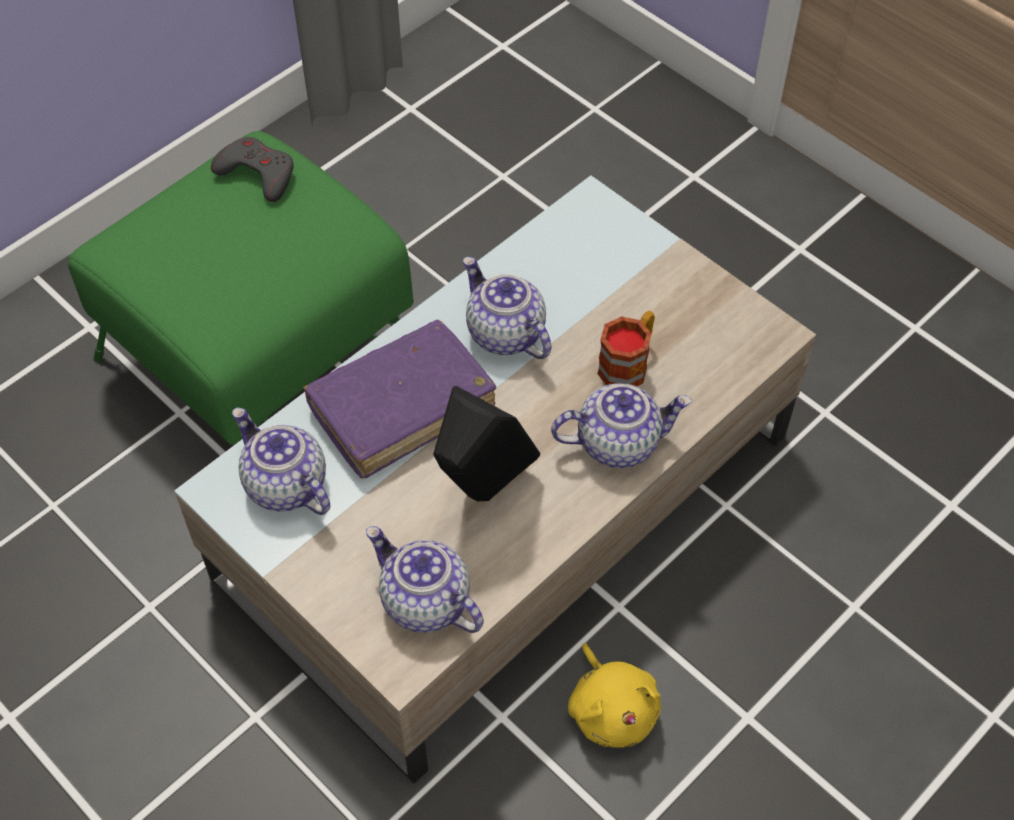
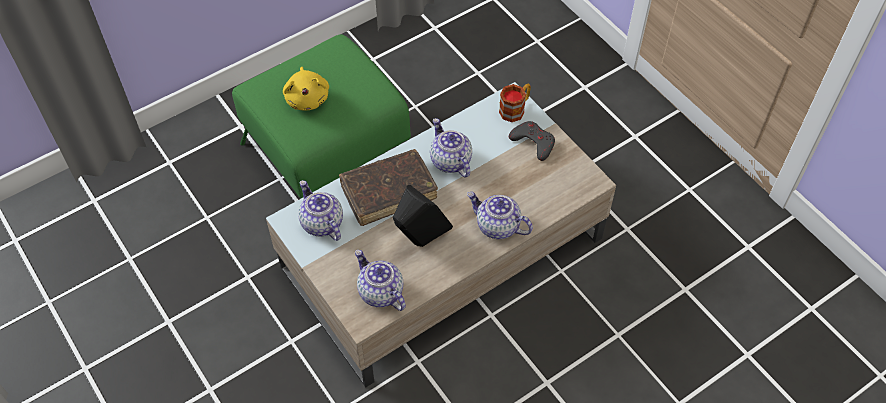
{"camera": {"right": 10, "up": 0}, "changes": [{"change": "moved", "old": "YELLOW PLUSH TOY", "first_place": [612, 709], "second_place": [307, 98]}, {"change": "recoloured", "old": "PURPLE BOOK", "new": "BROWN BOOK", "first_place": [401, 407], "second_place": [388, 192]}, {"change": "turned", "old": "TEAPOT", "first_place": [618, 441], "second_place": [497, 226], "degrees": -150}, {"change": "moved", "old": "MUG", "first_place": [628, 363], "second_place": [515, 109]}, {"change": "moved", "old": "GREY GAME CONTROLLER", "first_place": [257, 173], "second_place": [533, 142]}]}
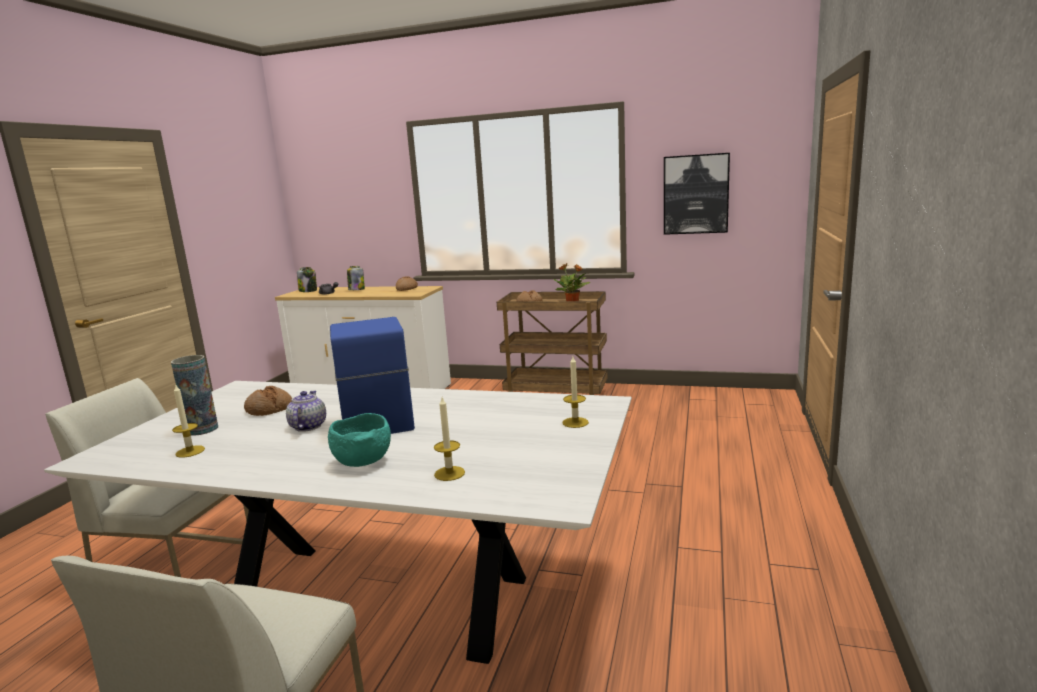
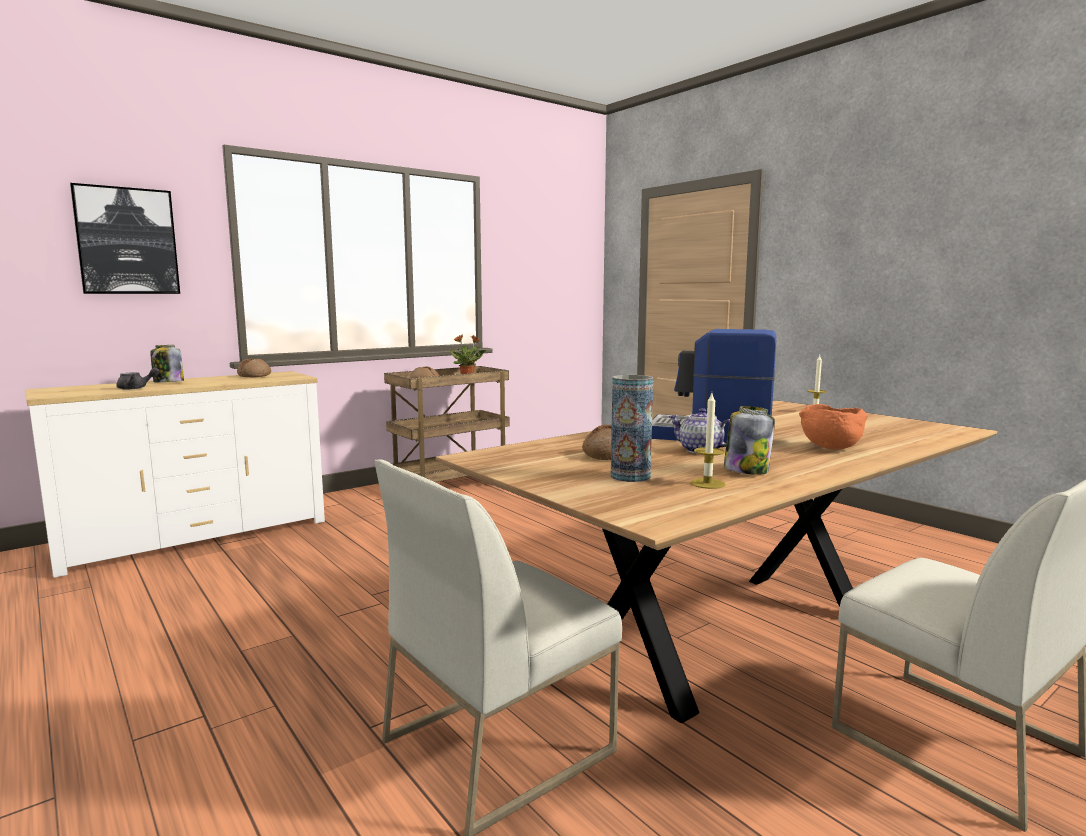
{"camera": {"right": -55, "up": -5}, "changes": [{"change": "moved", "old": "PICTURE", "first_place": [695, 194], "second_place": [127, 241]}, {"change": "recoloured", "old": "WHITE DINING TABLE", "new": "BROWN DINING TABLE", "first_place": [382, 598], "second_place": [730, 635]}, {"change": "moved", "old": "JAR", "first_place": [308, 291], "second_place": [746, 470]}, {"change": "recoloured", "old": "TURQUOISE BOWL", "new": "ORANGE BOWL", "first_place": [363, 461], "second_place": [829, 448]}, {"change": "removed", "old": "CANDLE", "first_place": [449, 473]}]}
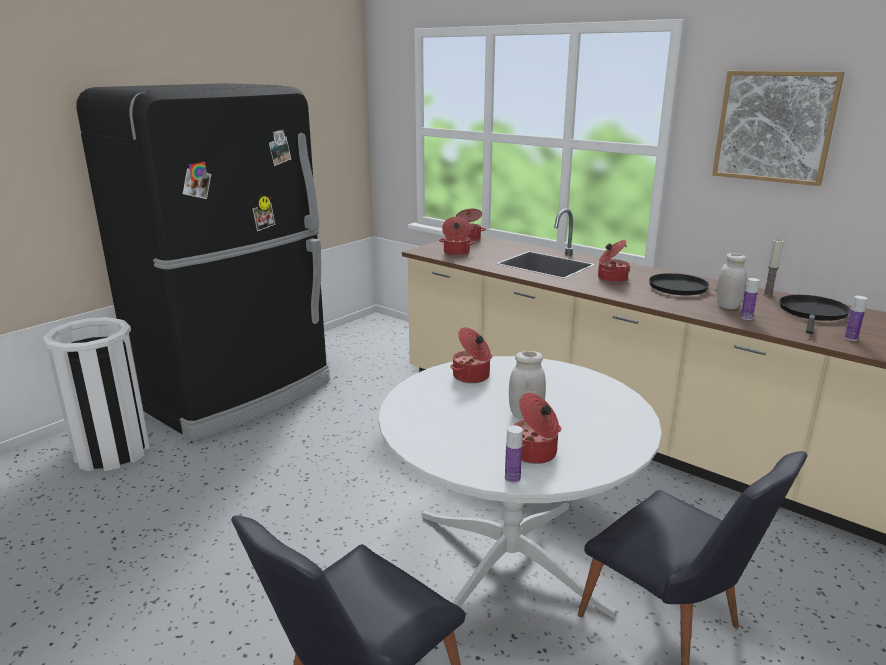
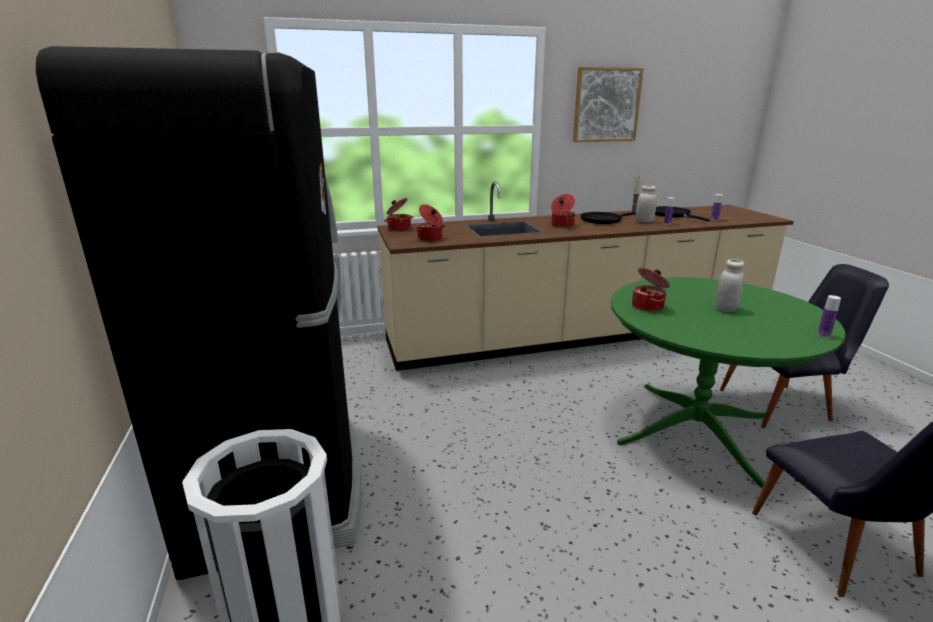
{"camera": {"right": -55, "up": 0}, "changes": [{"change": "recoloured", "old": "WHITE DINING TABLE", "new": "GREEN DINING TABLE", "first_place": [510, 561], "second_place": [696, 429]}, {"change": "removed", "old": "COOKING POT", "first_place": [534, 453]}]}
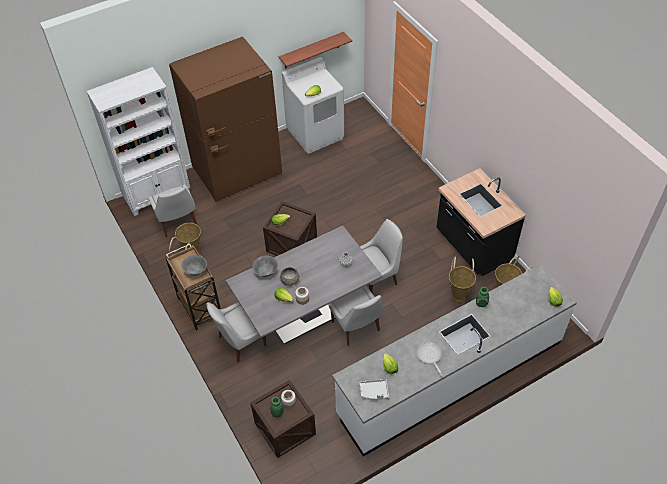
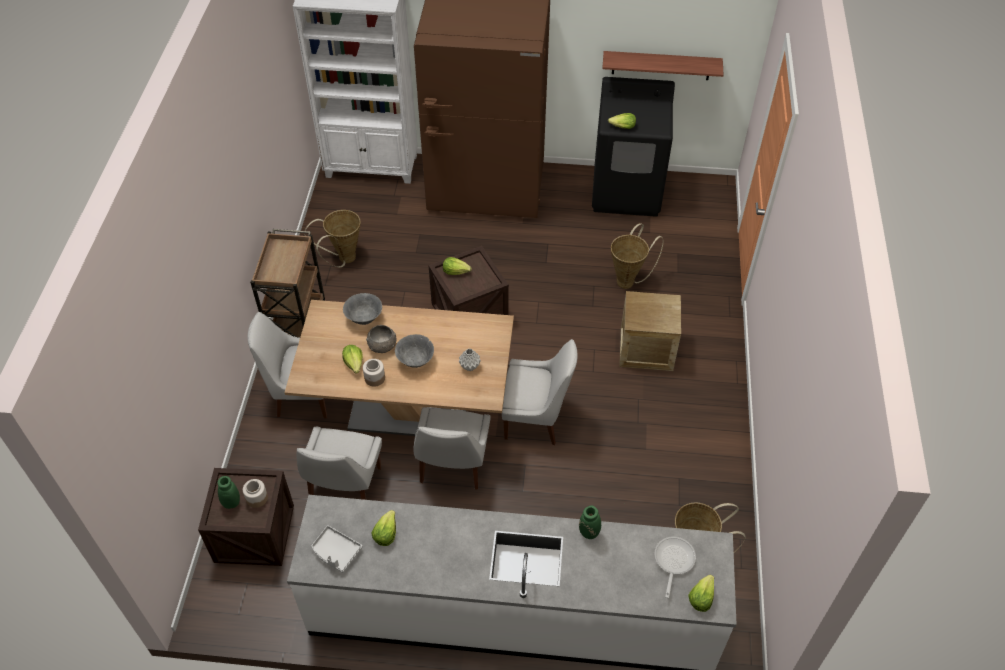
{"camera": {"right": 35, "up": 0}, "changes": [{"change": "recoloured", "old": "GREY DINING TABLE", "new": "BROWN DINING TABLE", "first_place": [307, 313], "second_place": [409, 409]}, {"change": "moved", "old": "WHITE CHAIR", "first_place": [177, 222], "second_place": [344, 487]}, {"change": "moved", "old": "GREY BOWL", "first_place": [195, 271], "second_place": [415, 361]}, {"change": "recoloured", "old": "WHITE WASHING MACHINE", "new": "BLACK WASHING MACHINE", "first_place": [315, 133], "second_place": [627, 191]}, {"change": "moved", "old": "BASKET", "first_place": [459, 295], "second_place": [628, 280]}, {"change": "added", "new": "CRATE", "second_place": [646, 349]}, {"change": "moved", "old": "FRYING PAN", "first_place": [429, 356], "second_place": [673, 561]}, {"change": "removed", "old": "BLACK COUNTER", "first_place": [473, 246]}]}
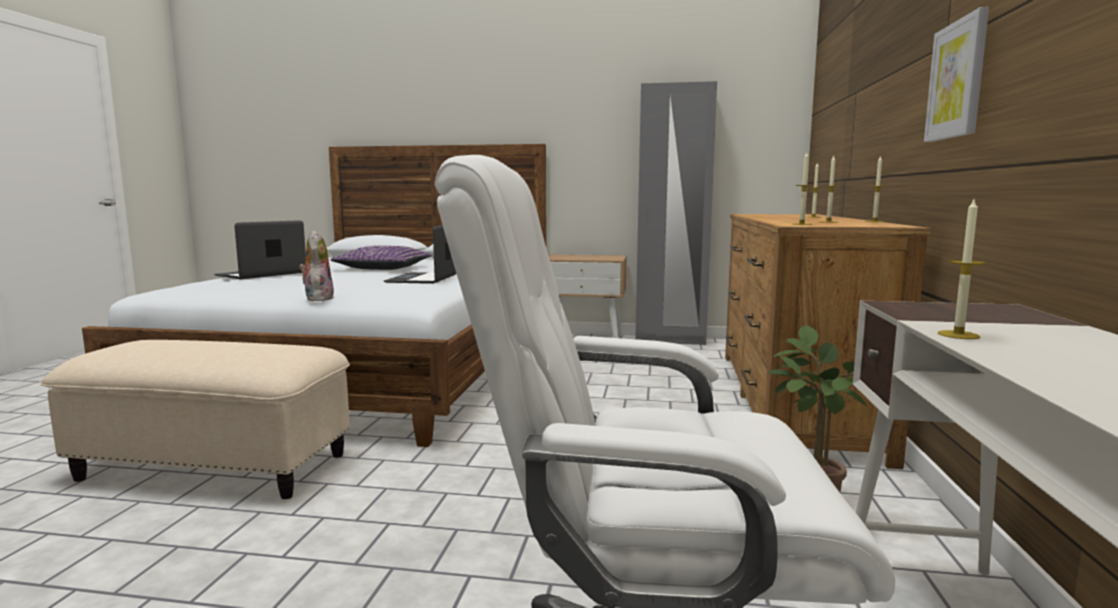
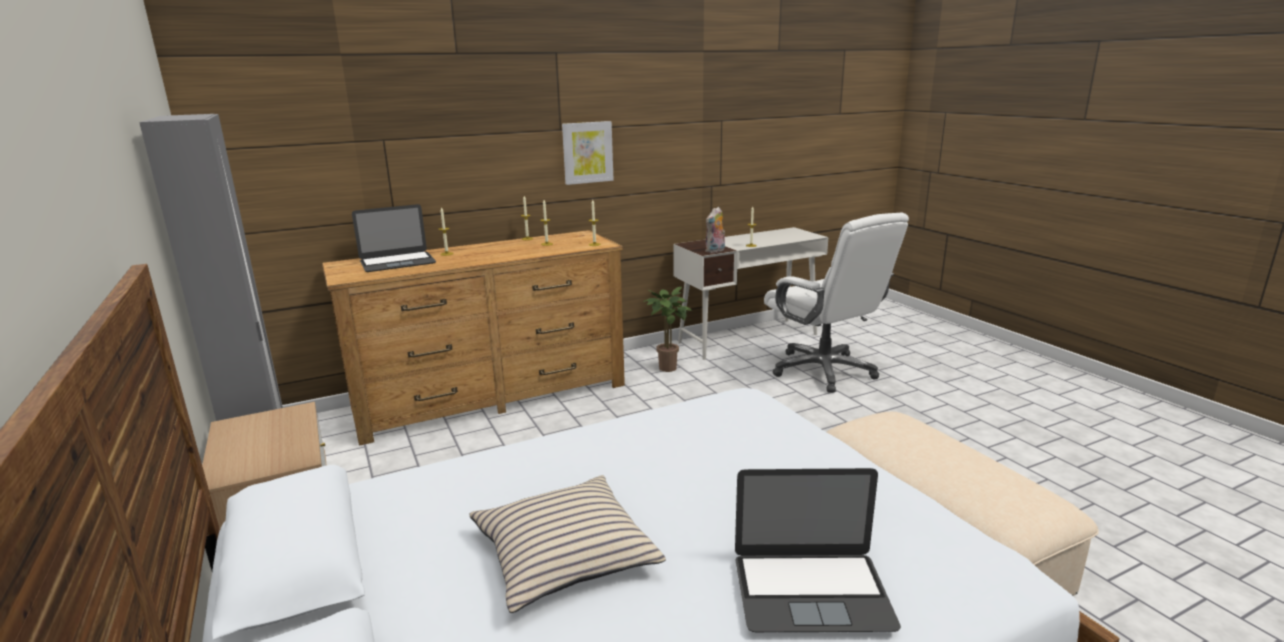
{"camera": {"right": -125, "up": 10}, "changes": [{"change": "moved", "old": "LAPTOP", "first_place": [423, 278], "second_place": [397, 262]}, {"change": "recoloured", "old": "PURPLE PILLOW", "new": "BEIGE PILLOW", "first_place": [384, 268], "second_place": [564, 554]}, {"change": "moved", "old": "PLUSH TOY", "first_place": [318, 298], "second_place": [715, 251]}]}
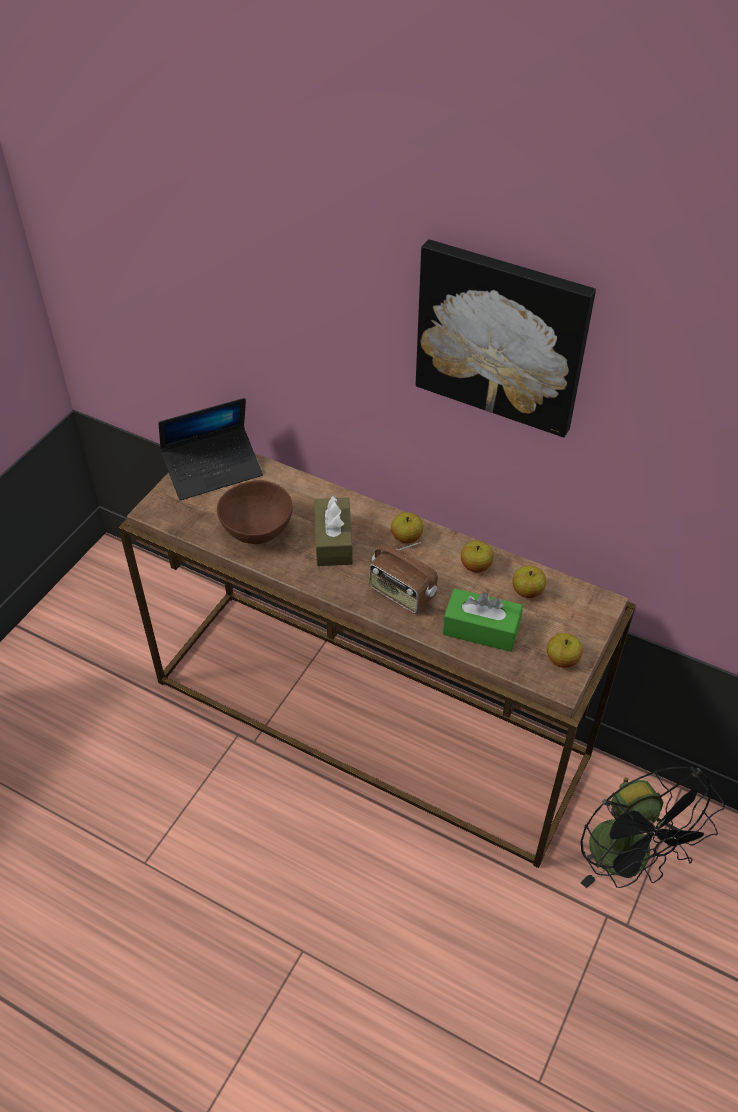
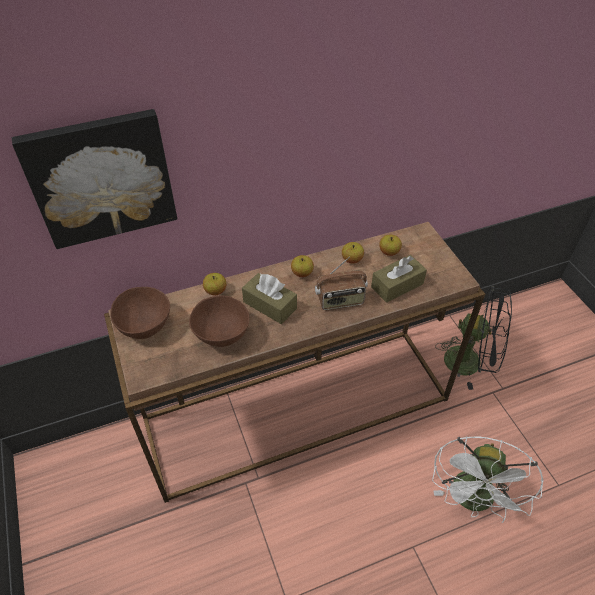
{"camera": {"right": -50, "up": 0}, "changes": [{"change": "moved", "old": "PICTURE", "first_place": [502, 336], "second_place": [101, 178]}, {"change": "replaced", "old": "LAPTOP", "new": "BROWN BOWL", "first_place": [213, 470], "second_place": [145, 325]}, {"change": "moved", "old": "APPLE", "first_place": [562, 659], "second_place": [215, 291]}, {"change": "recoloured", "old": "GREEN TISSUE BOX", "new": "BROWN TISSUE BOX", "first_place": [481, 629], "second_place": [397, 285]}, {"change": "added", "new": "WHITE FAN", "second_place": [473, 501]}]}
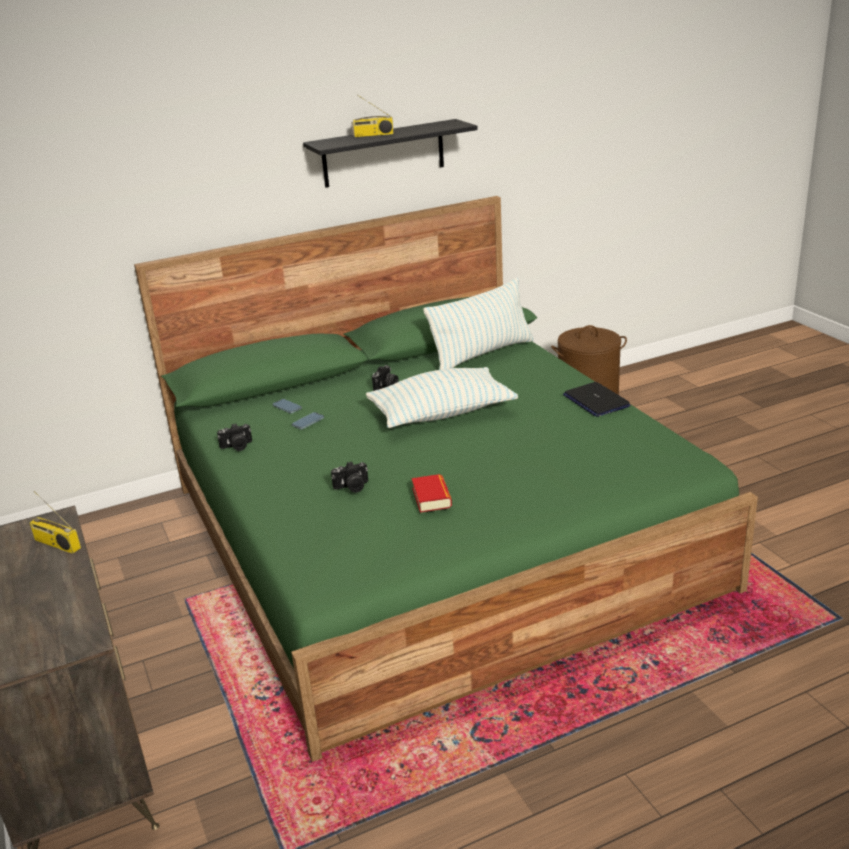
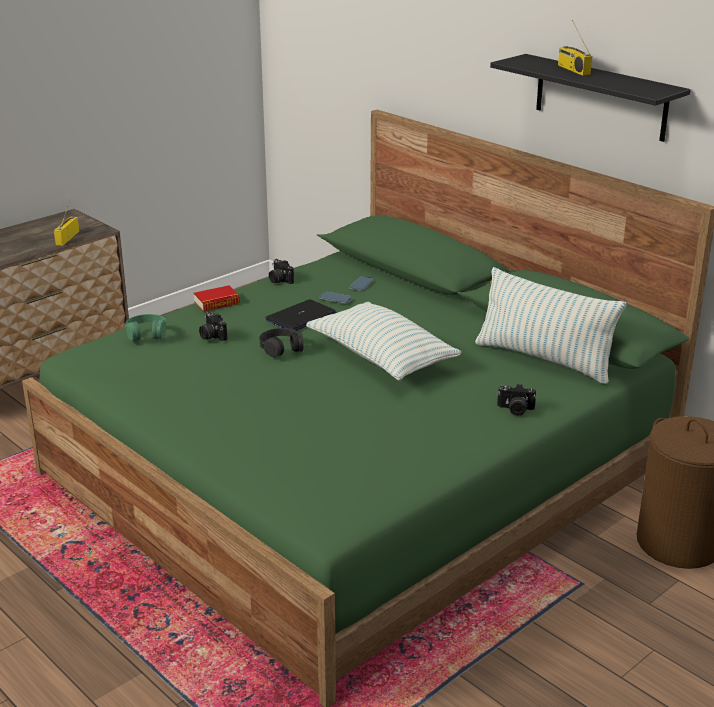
{"camera": {"right": 70, "up": 0}, "changes": [{"change": "added", "new": "GREEN HEADPHONES", "second_place": [146, 333]}, {"change": "moved", "old": "BOOK", "first_place": [431, 498], "second_place": [217, 303]}, {"change": "added", "new": "BLACK HEADPHONES", "second_place": [281, 348]}, {"change": "moved", "old": "LAPTOP", "first_place": [595, 401], "second_place": [301, 317]}, {"change": "moved", "old": "PHOTO CAMERA", "first_place": [386, 386], "second_place": [515, 410]}]}
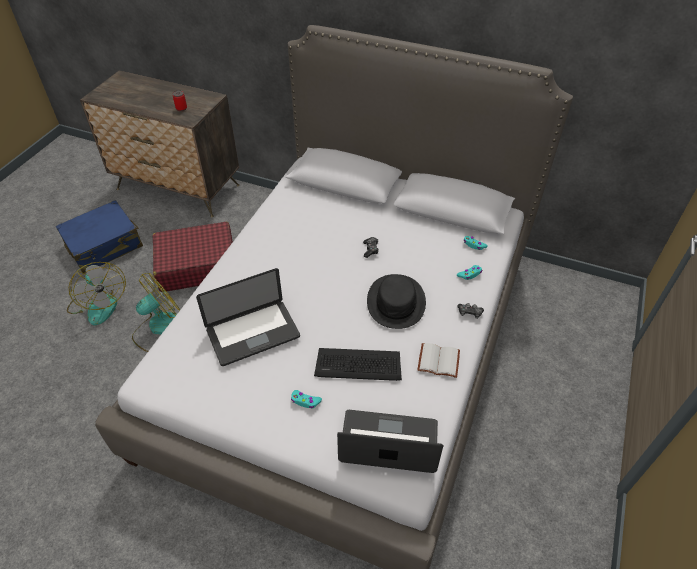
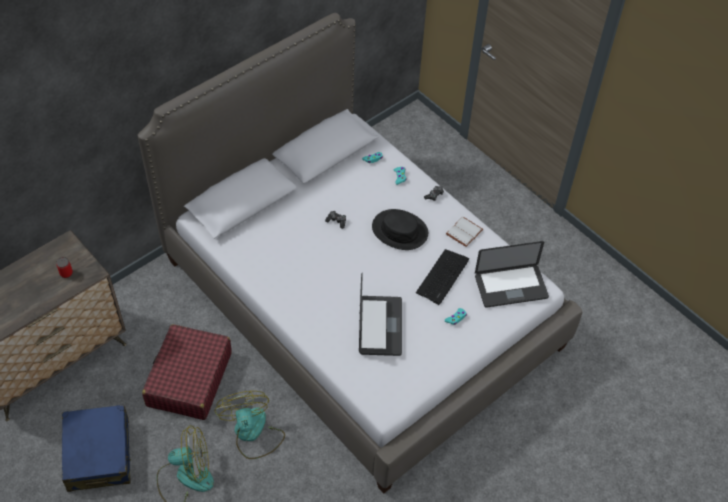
{"camera": {"right": -65, "up": 5}, "changes": [{"change": "turned", "old": "LAPTOP", "first_place": [389, 442], "second_place": [511, 287], "degrees": -135}]}
